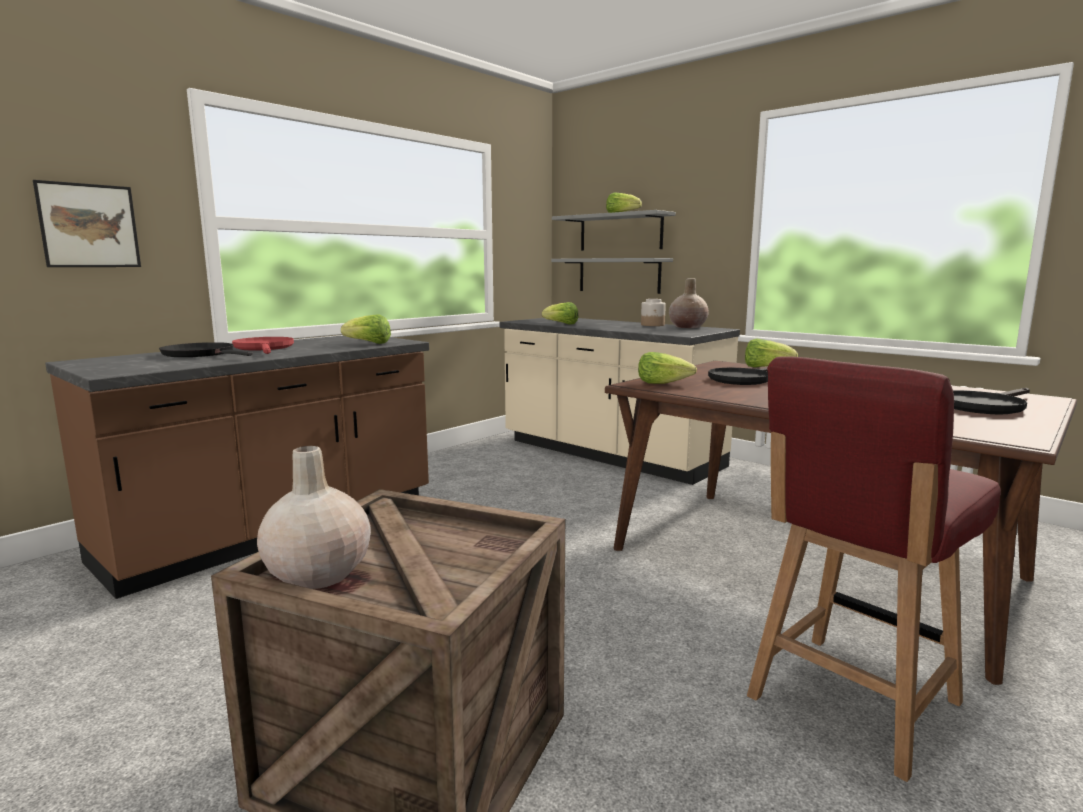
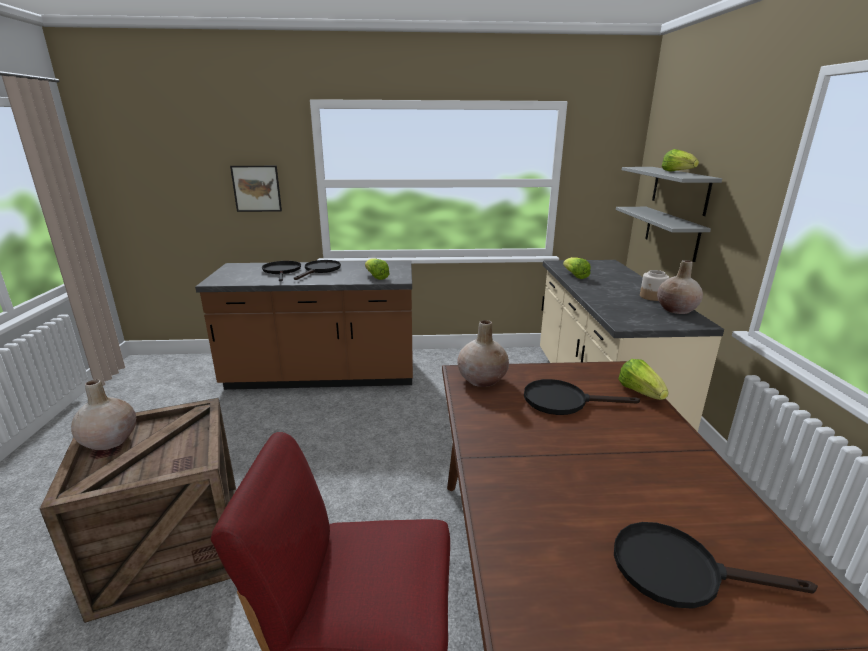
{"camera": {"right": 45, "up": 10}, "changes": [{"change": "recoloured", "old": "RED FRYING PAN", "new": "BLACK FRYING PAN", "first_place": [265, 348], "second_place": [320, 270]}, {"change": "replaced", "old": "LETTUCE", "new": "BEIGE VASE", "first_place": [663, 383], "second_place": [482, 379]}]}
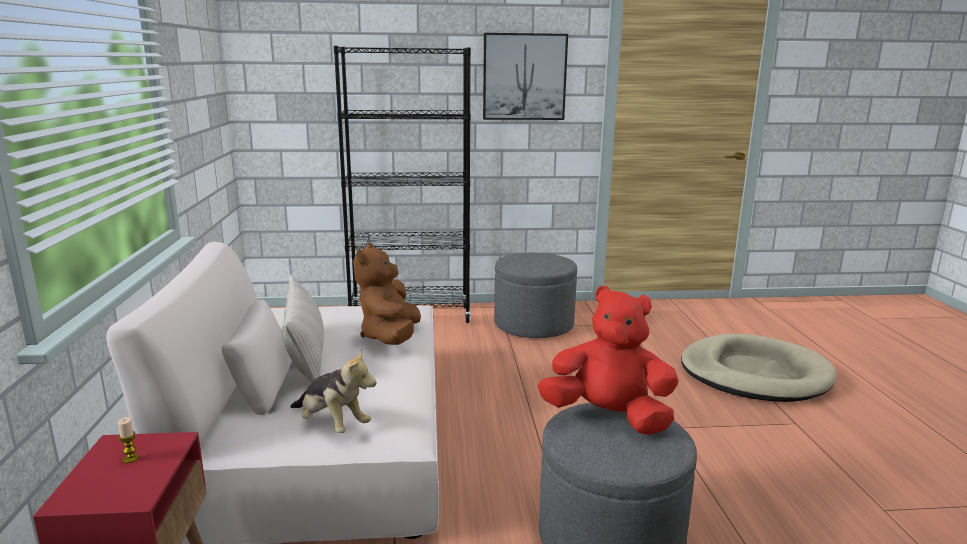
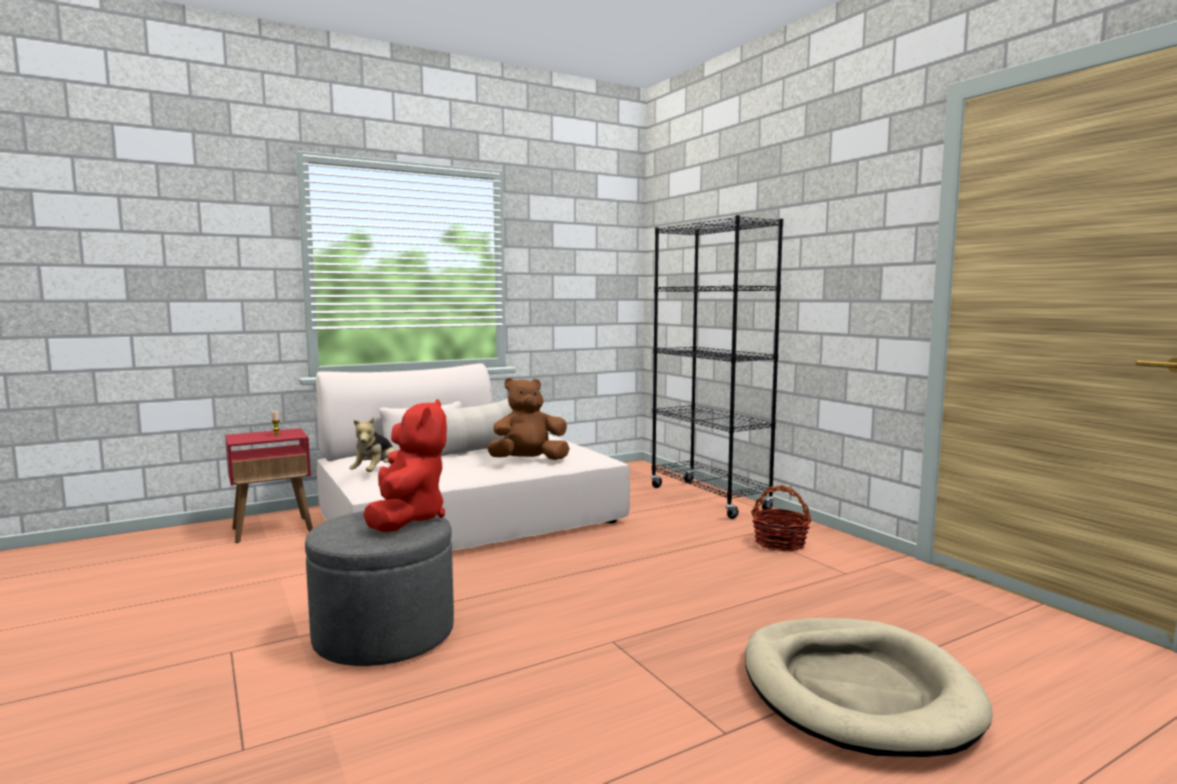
{"camera": {"right": 65, "up": -10}, "changes": [{"change": "replaced", "old": "GREY OTTOMAN", "new": "BASKET", "first_place": [533, 324], "second_place": [780, 543]}, {"change": "removed", "old": "PICTURE", "first_place": [524, 77]}]}
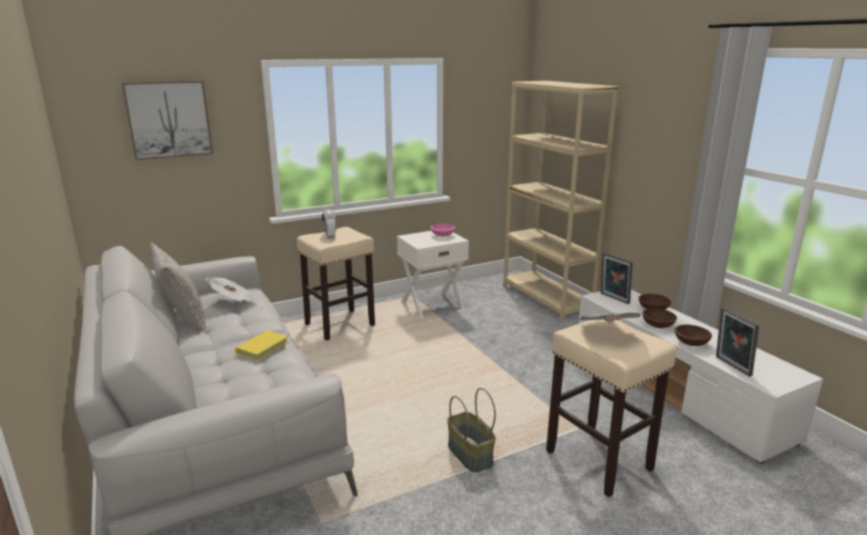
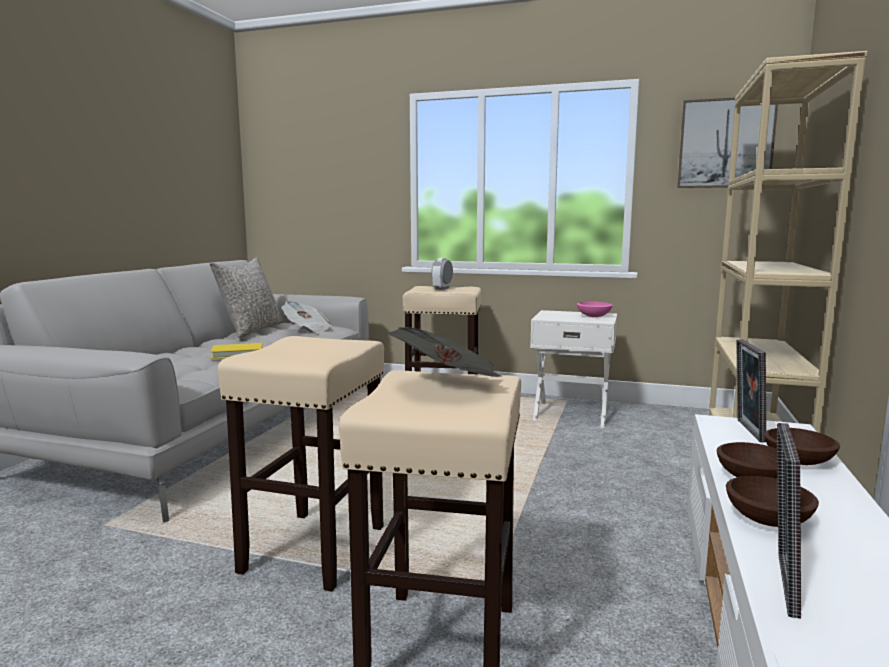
{"camera": {"right": 45, "up": -10}, "changes": [{"change": "replaced", "old": "BASKET", "new": "BEIGE STOOL", "first_place": [469, 454], "second_place": [315, 547]}, {"change": "moved", "old": "PICTURE", "first_place": [169, 119], "second_place": [725, 143]}]}
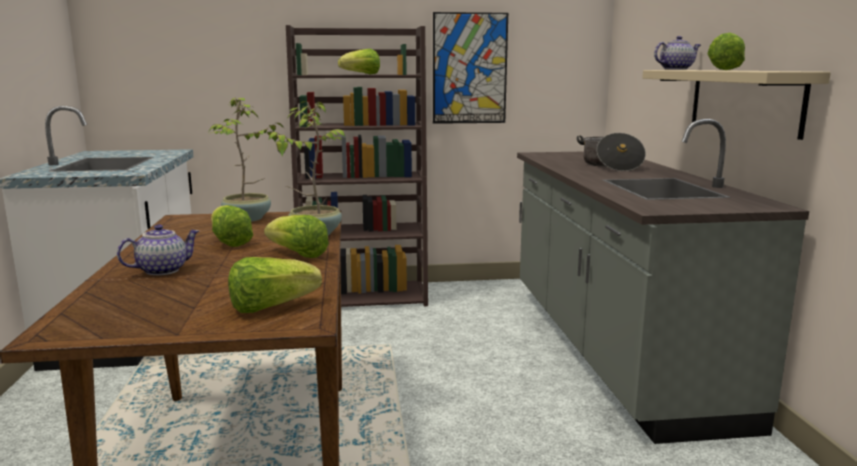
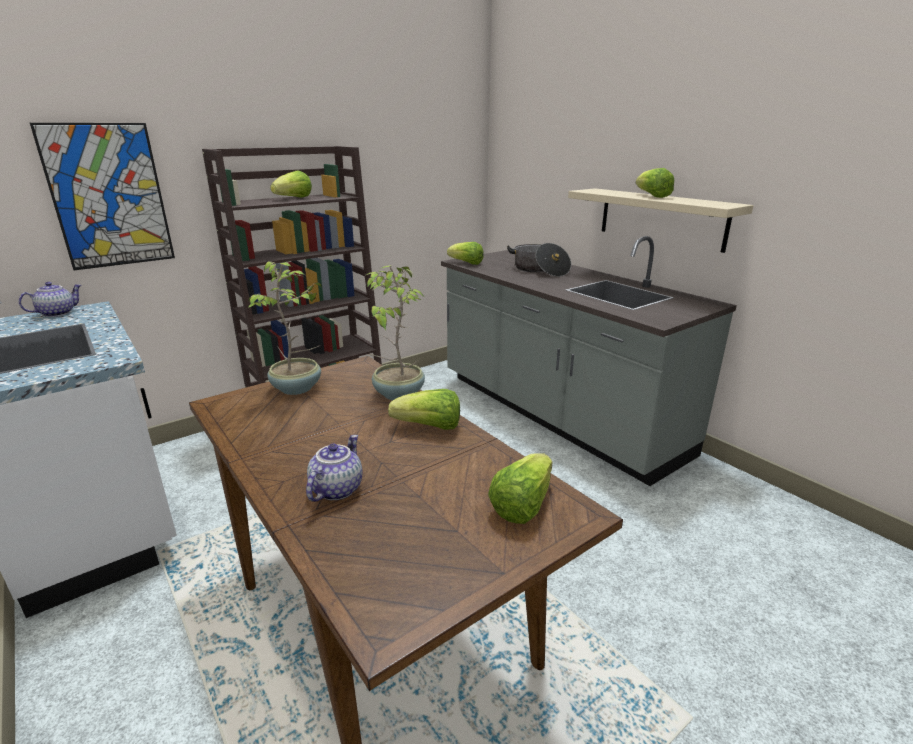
{"camera": {"right": -30, "up": 10}, "changes": [{"change": "moved", "old": "TEAPOT", "first_place": [675, 69], "second_place": [57, 313]}, {"change": "moved", "old": "PICTURE", "first_place": [469, 68], "second_place": [109, 196]}, {"change": "moved", "old": "LETTUCE", "first_place": [230, 242], "second_place": [466, 263]}]}
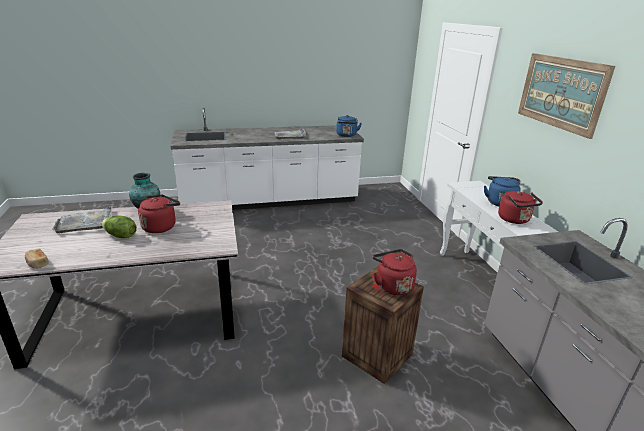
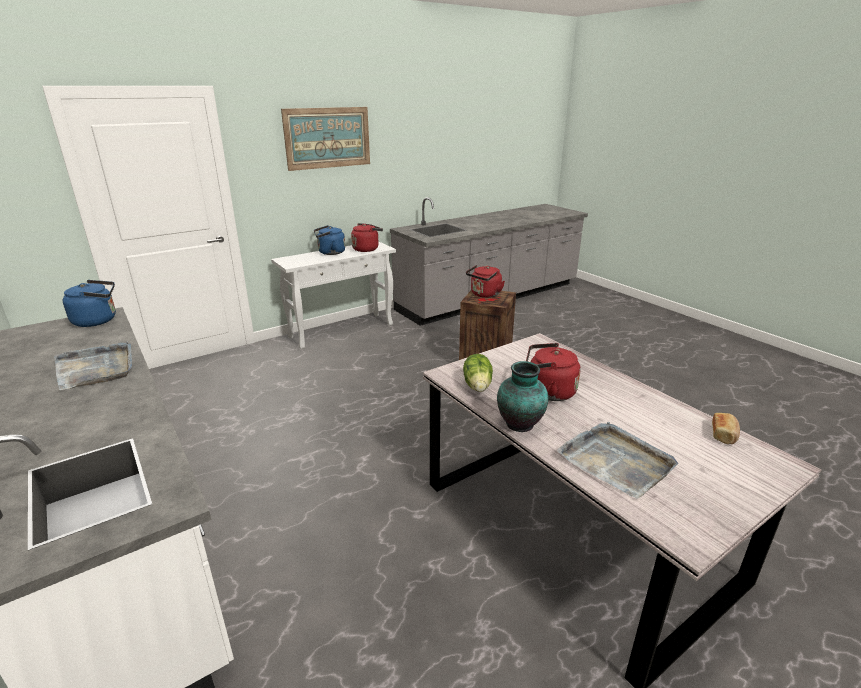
{"camera": {"right": -110, "up": 0}, "changes": [{"change": "moved", "old": "LETTUCE", "first_place": [120, 236], "second_place": [478, 385]}]}
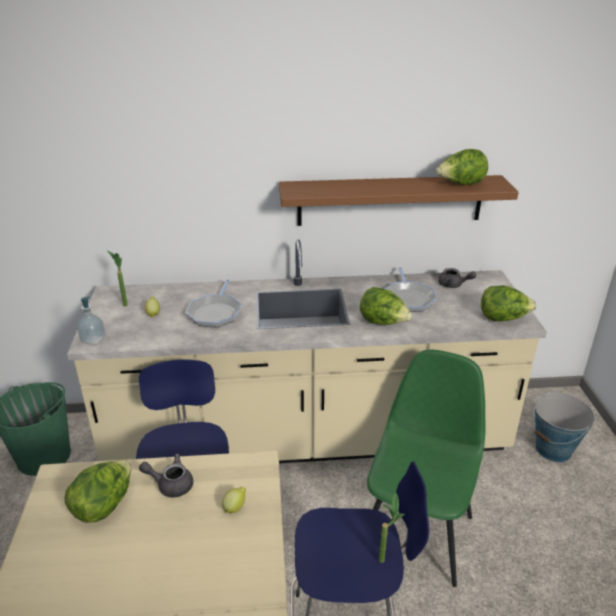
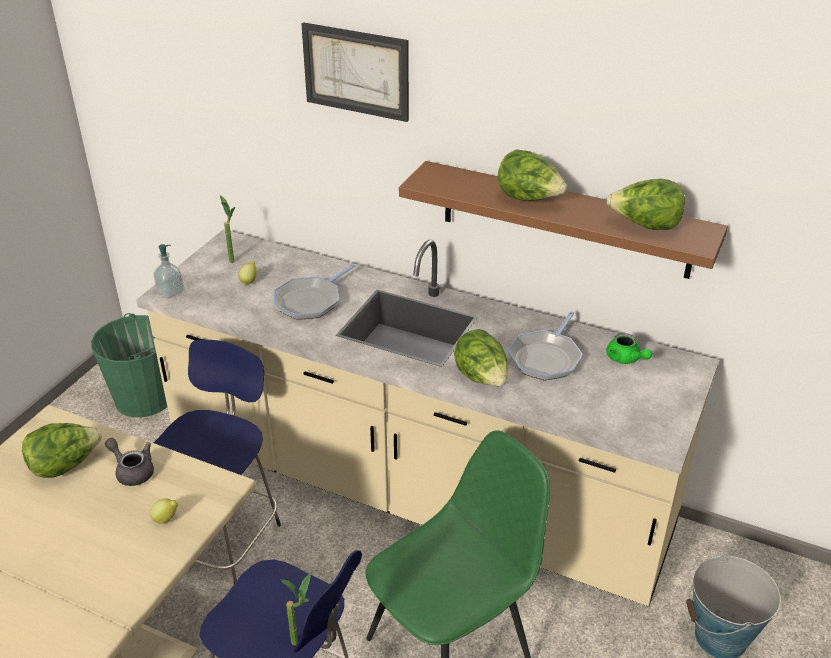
{"camera": {"right": 30, "up": 5}, "changes": [{"change": "added", "new": "PICTURE", "second_place": [356, 71]}, {"change": "moved", "old": "LETTUCE", "first_place": [503, 318], "second_place": [529, 199]}, {"change": "recoloured", "old": "GREY TEAPOT", "new": "GREEN TEAPOT", "first_place": [453, 285], "second_place": [625, 359]}]}
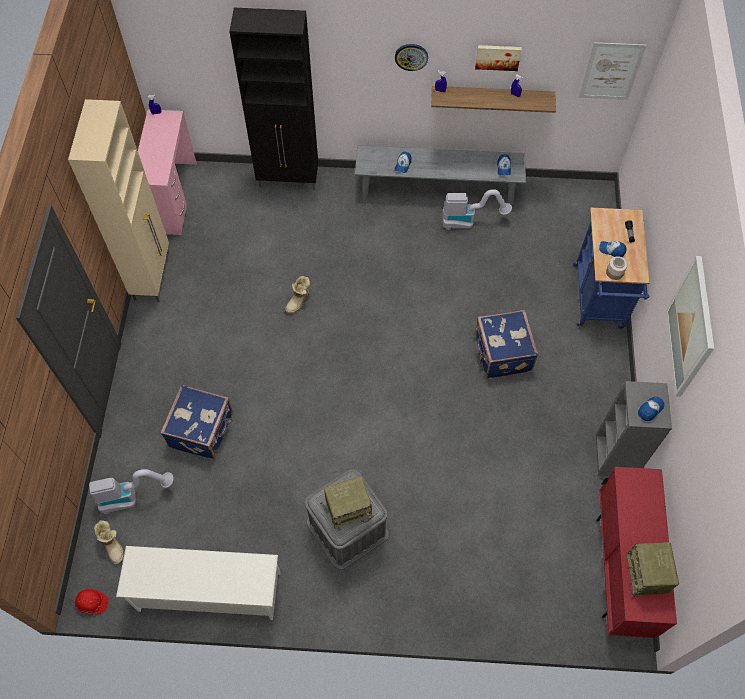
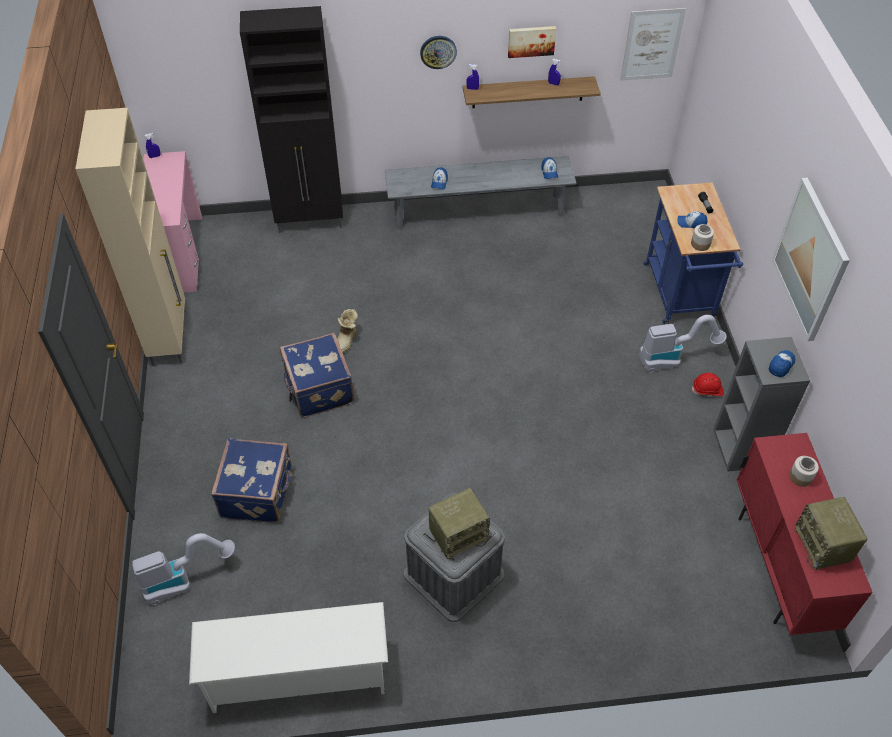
{"camera": {"right": -10, "up": -10}, "changes": [{"change": "moved", "old": "BLUE SUITCASE", "first_place": [501, 354], "second_place": [318, 389]}, {"change": "moved", "old": "VACUUM CLEANER", "first_place": [469, 221], "second_place": [673, 358]}, {"change": "moved", "old": "RED HARD HAT", "first_place": [92, 603], "second_place": [707, 390]}, {"change": "added", "new": "JAR", "second_place": [801, 476]}, {"change": "removed", "old": "BOOT", "first_place": [113, 545]}]}
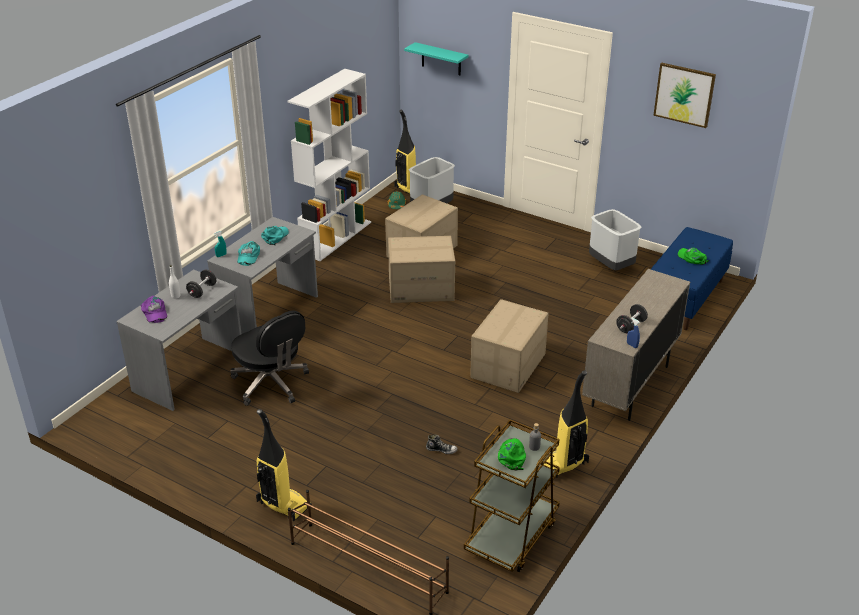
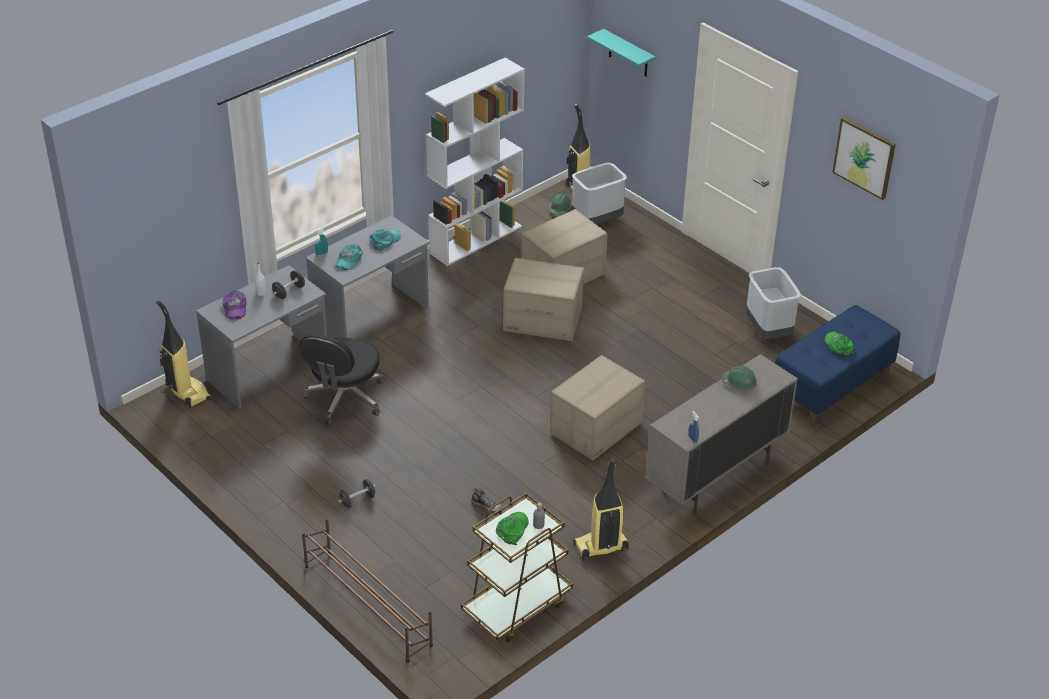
{"camera": {"right": 15, "up": 5}, "changes": [{"change": "moved", "old": "VACUUM CLEANER", "first_place": [282, 505], "second_place": [187, 393]}, {"change": "turned", "old": "BLACK OFFICE CHAIR", "first_place": [271, 384], "second_place": [345, 399], "degrees": 45}, {"change": "moved", "old": "BLACK DUMBBELL", "first_place": [631, 326], "second_place": [357, 500]}, {"change": "added", "new": "GREEN HARD HAT", "second_place": [739, 383]}]}
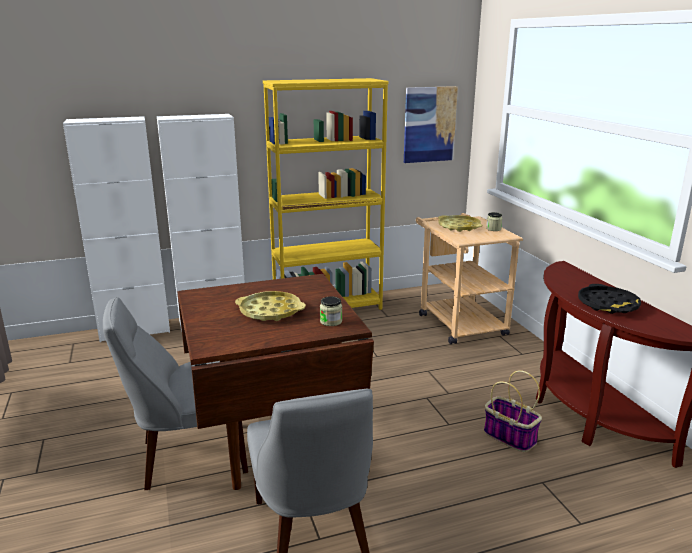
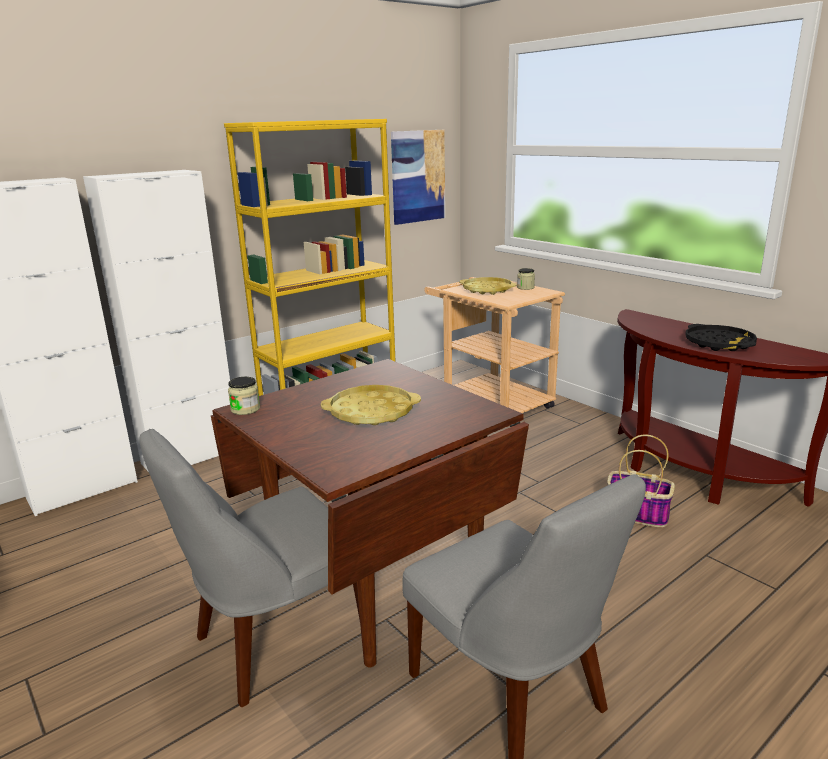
{"camera": {"right": -20, "up": 0}, "changes": [{"change": "moved", "old": "JAR", "first_place": [331, 321], "second_place": [245, 409]}]}
